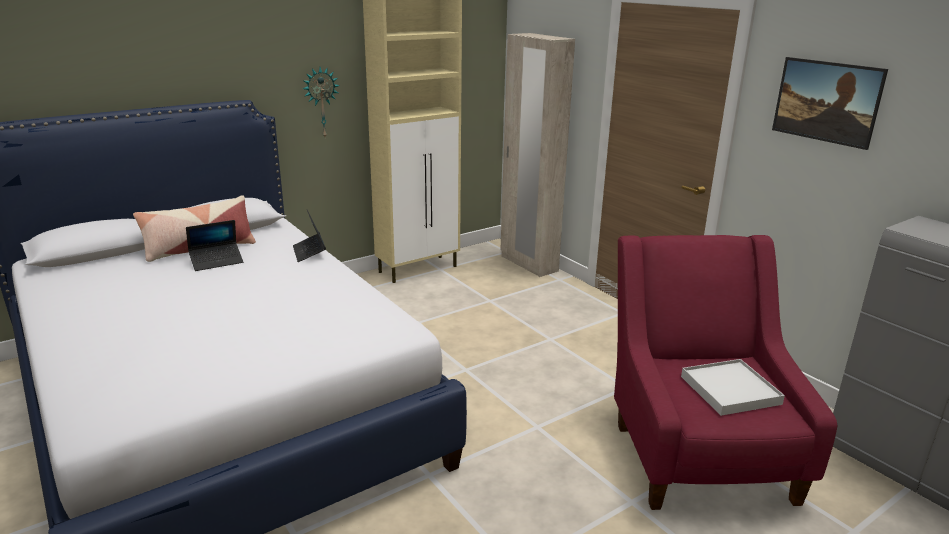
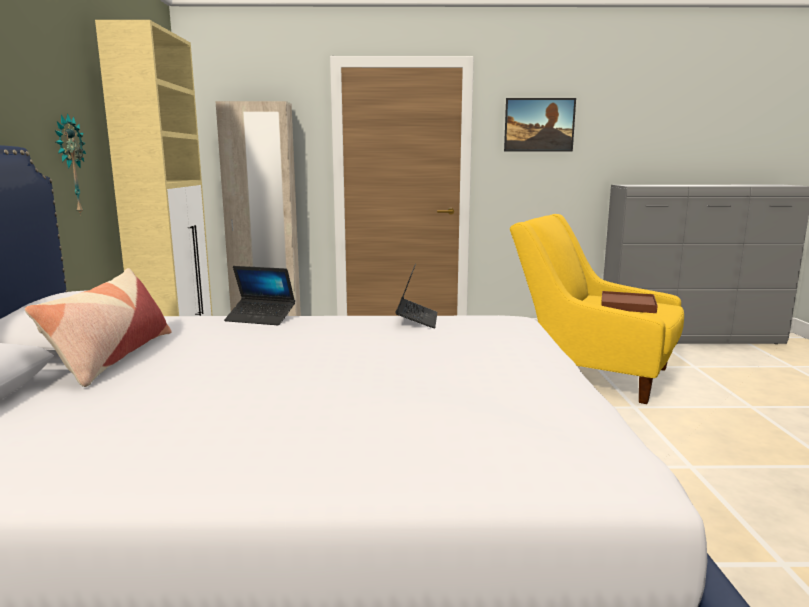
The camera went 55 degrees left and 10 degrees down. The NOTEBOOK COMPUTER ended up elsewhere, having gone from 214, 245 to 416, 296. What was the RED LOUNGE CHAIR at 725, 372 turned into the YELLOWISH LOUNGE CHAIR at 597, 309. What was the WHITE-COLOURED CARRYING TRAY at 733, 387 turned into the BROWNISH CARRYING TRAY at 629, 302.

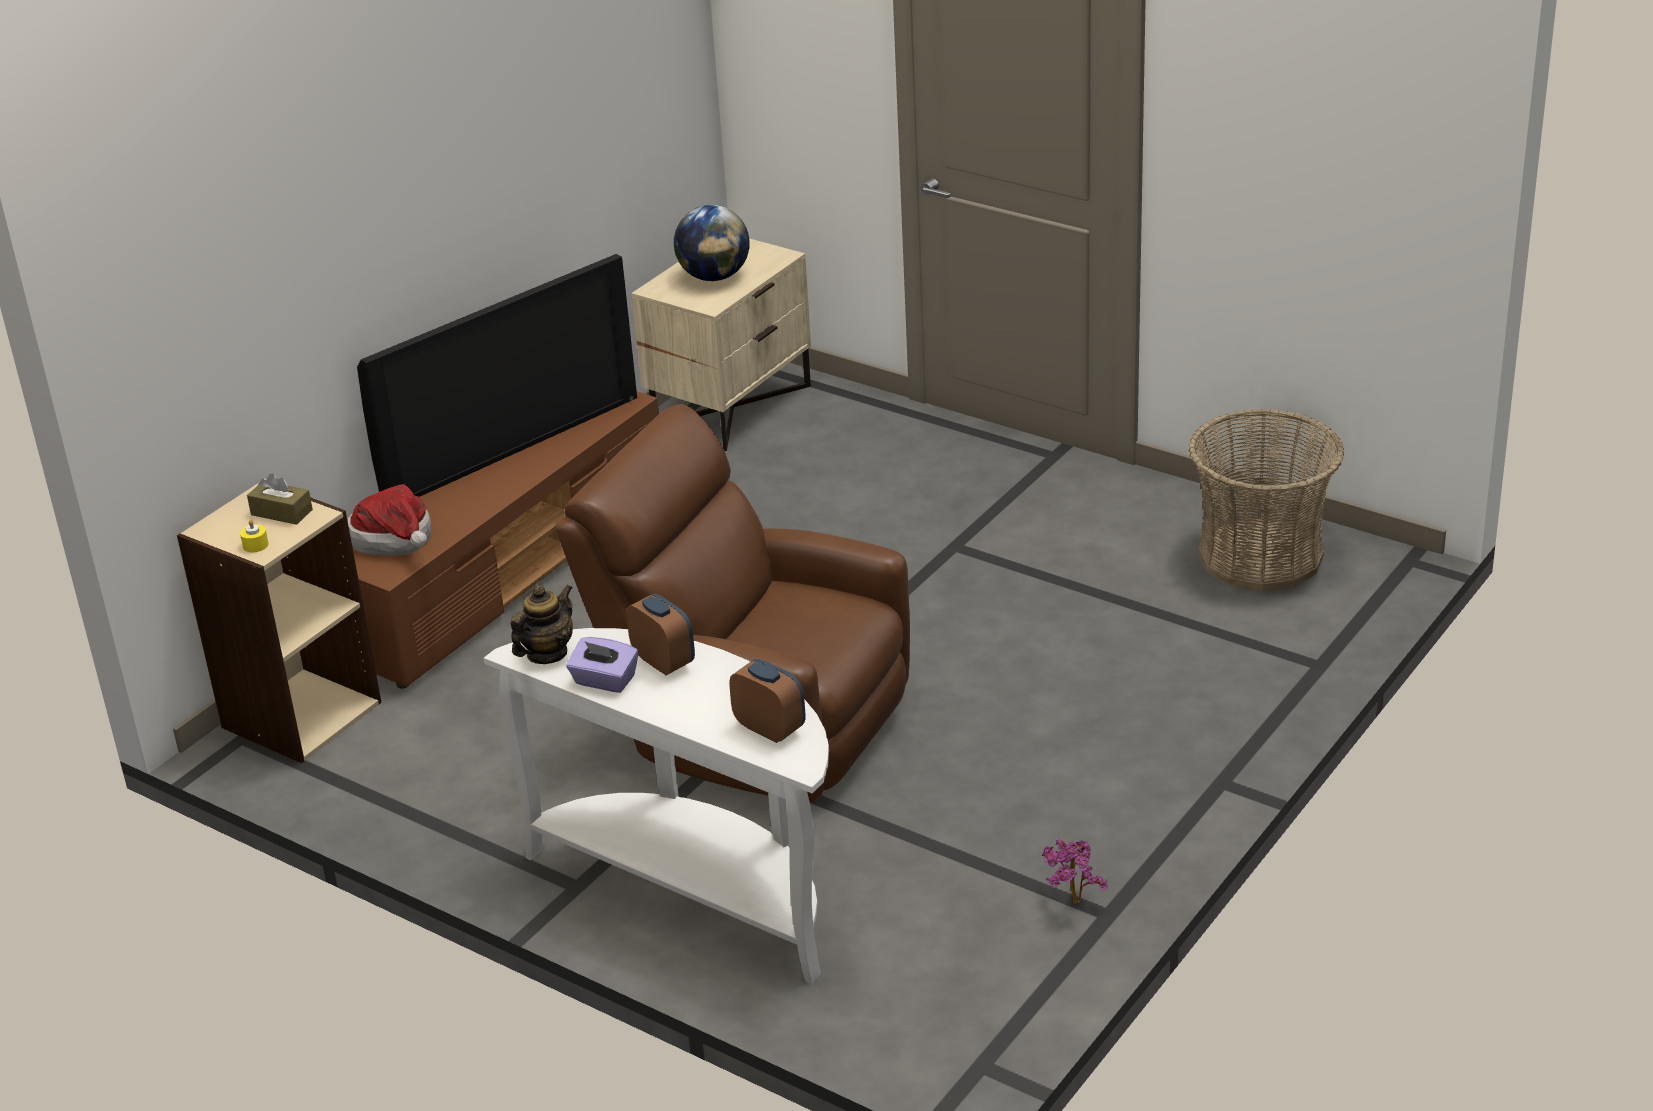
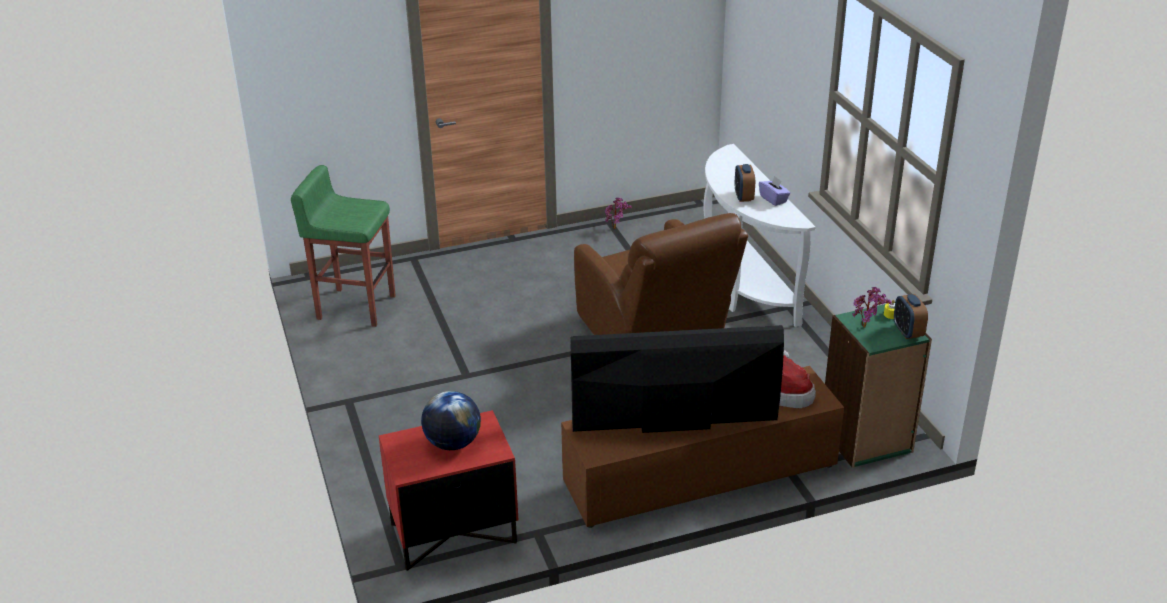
The camera went 145 degrees left and 0 degrees up. Where the STORAGE BASKET stood at 1266, 500, the GREENISH STOOL SEAT came to stand at 343, 246. What was the BEIGE NIGHT TABLE at 721, 344 turned into the RED NIGHT TABLE at 449, 490. What was the BEIGE BOOKCASE at 279, 623 turned into the GREENISH BOOKCASE at 878, 385. Where the BROWNISH BOX OF TISSUES stood at 280, 499, the PLANT IN A POT came to stand at 872, 307. The BEDSIDE CLOCK ended up elsewhere, having gone from 767, 701 to 911, 316. The second view lost the POT FOR TEA at 542, 624.

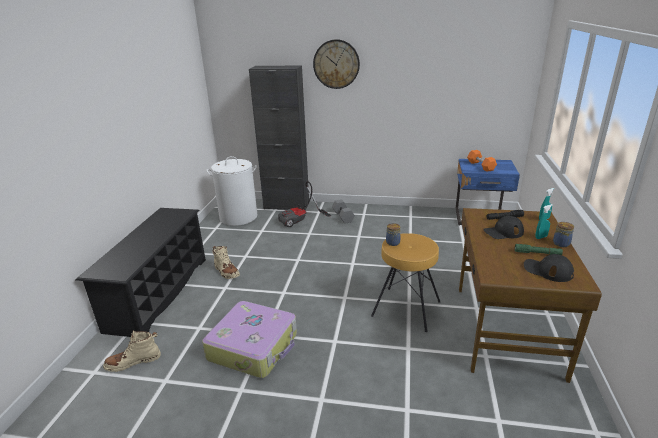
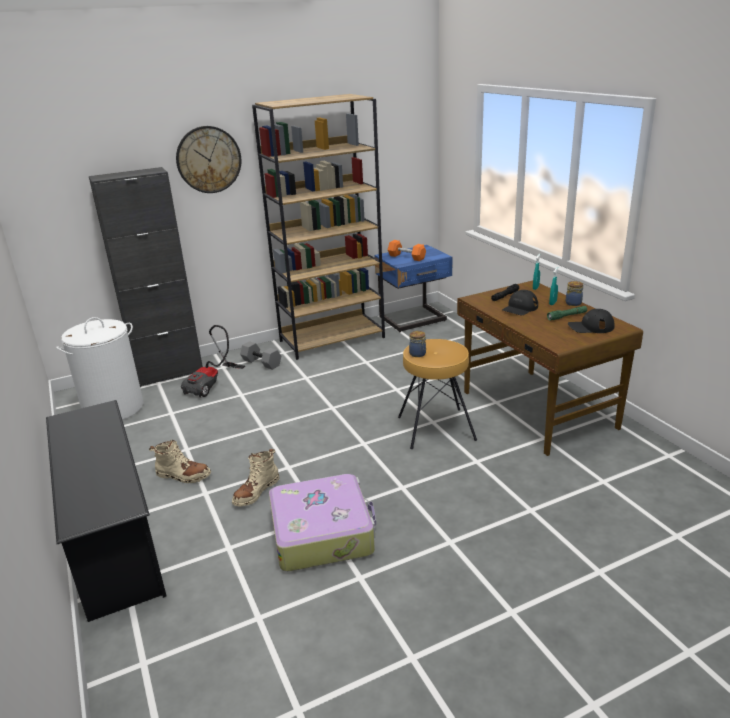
The camera went 35 degrees left and 0 degrees up. The BEIGE HIGH-TOP BOOT ended up elsewhere, having gone from 132, 351 to 255, 478. The second view gained the BROWNISH BOOKCASE at 318, 227.

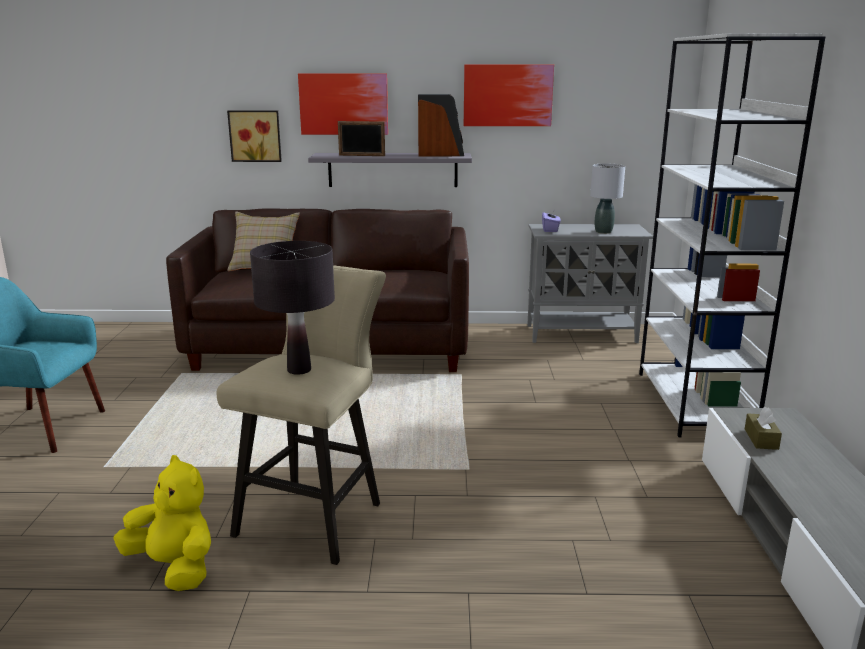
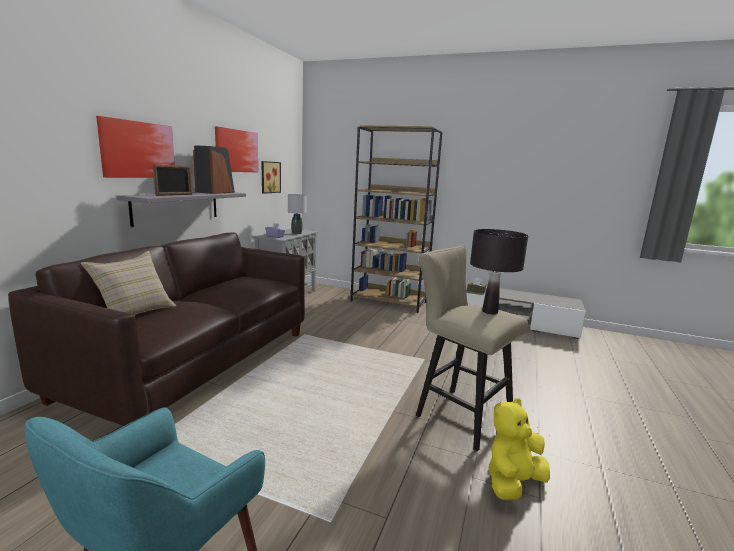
The camera went 70 degrees left and 5 degrees down. The WALL PICTURE ended up elsewhere, having gone from 254, 136 to 271, 177. What was the WHITE-COLOURED BOOKCASE at 732, 235 turned into the BROWNISH BOOKCASE at 397, 219.

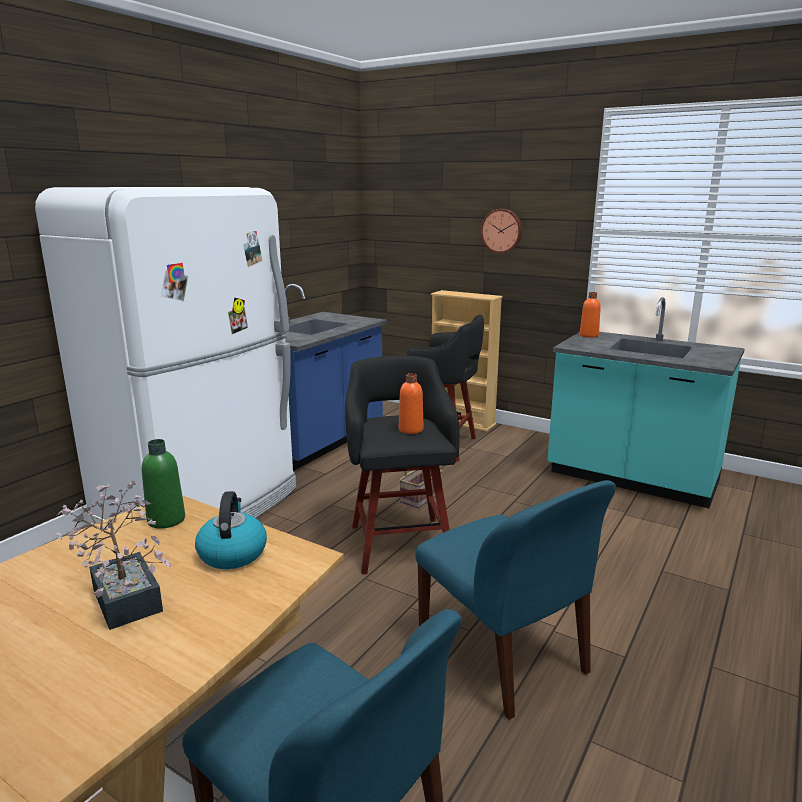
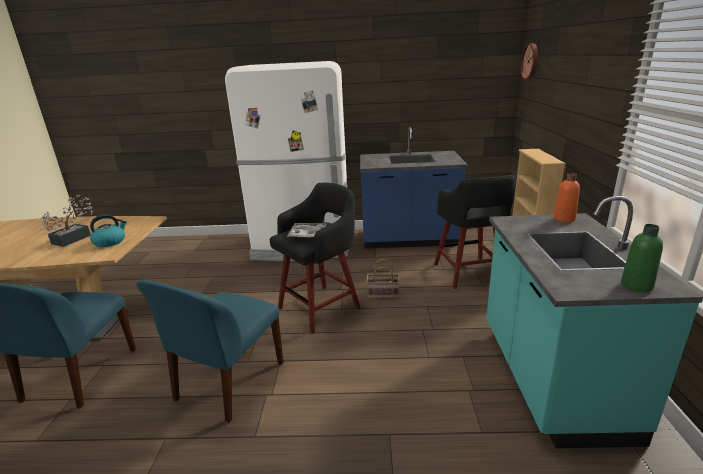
The camera went 60 degrees right and 5 degrees up. Where the ORANGEY DRINK BOTTLE stood at 411, 403, the CARRYING TRAY came to stand at 307, 230. The HANGING CLOCK ended up elsewhere, having gone from 501, 231 to 529, 61. The GREENISH DRINK BOTTLE ended up elsewhere, having gone from 163, 483 to 642, 258.

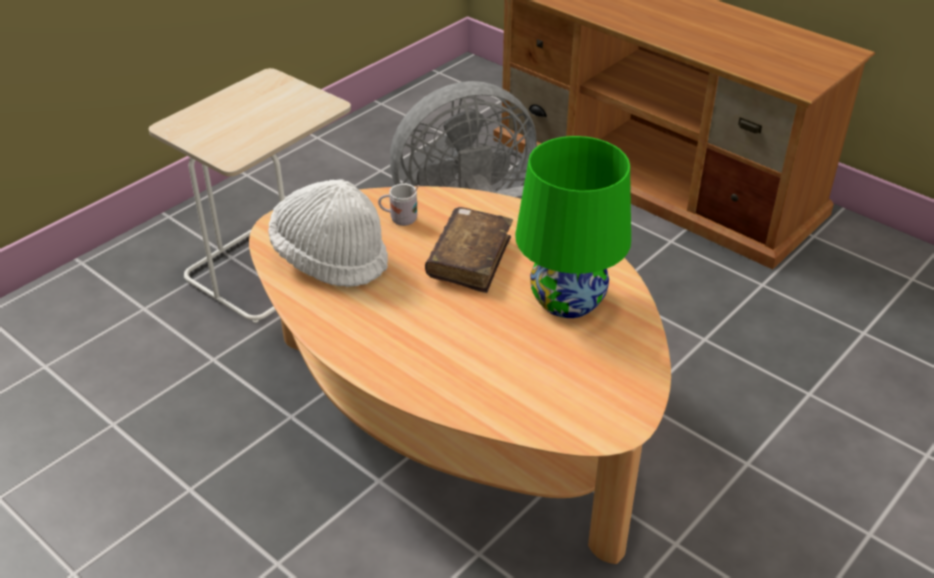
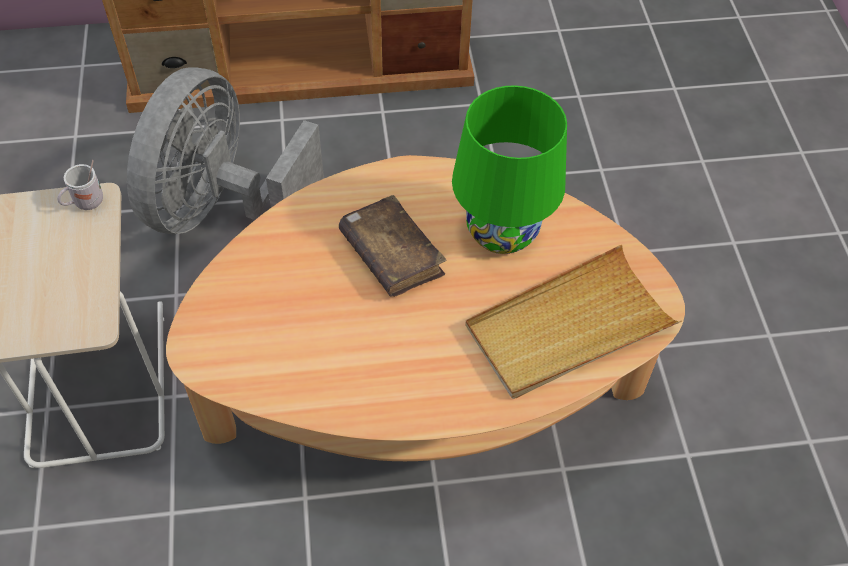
The camera went 50 degrees left and 15 degrees up. The WHITE-COLOURED COFFEE MUG ended up elsewhere, having gone from 398, 205 to 80, 185. The second view gained the BEIGE CARRYING TRAY at 573, 322. The second view lost the WHITE-COLOURED HAT at 328, 233.

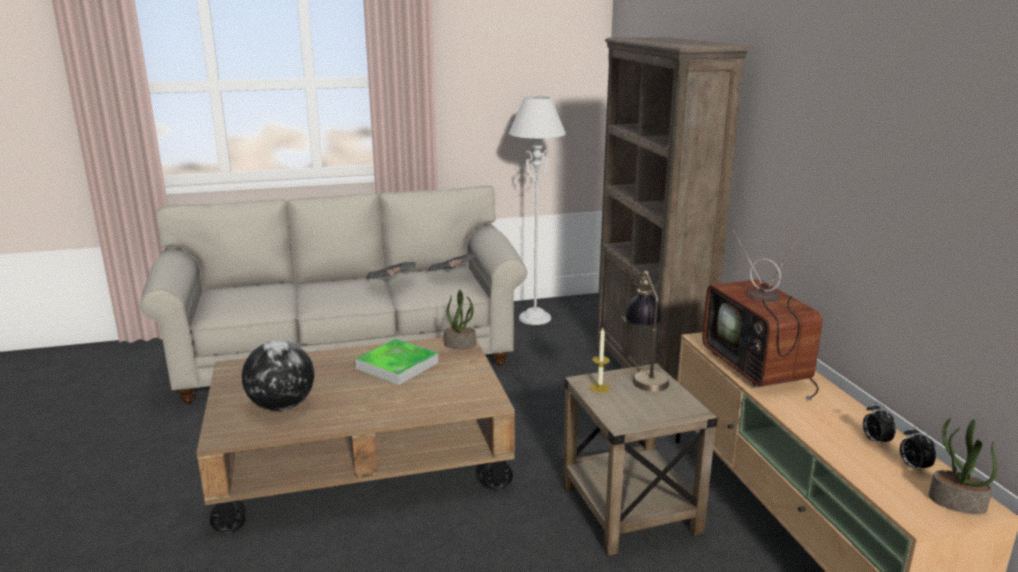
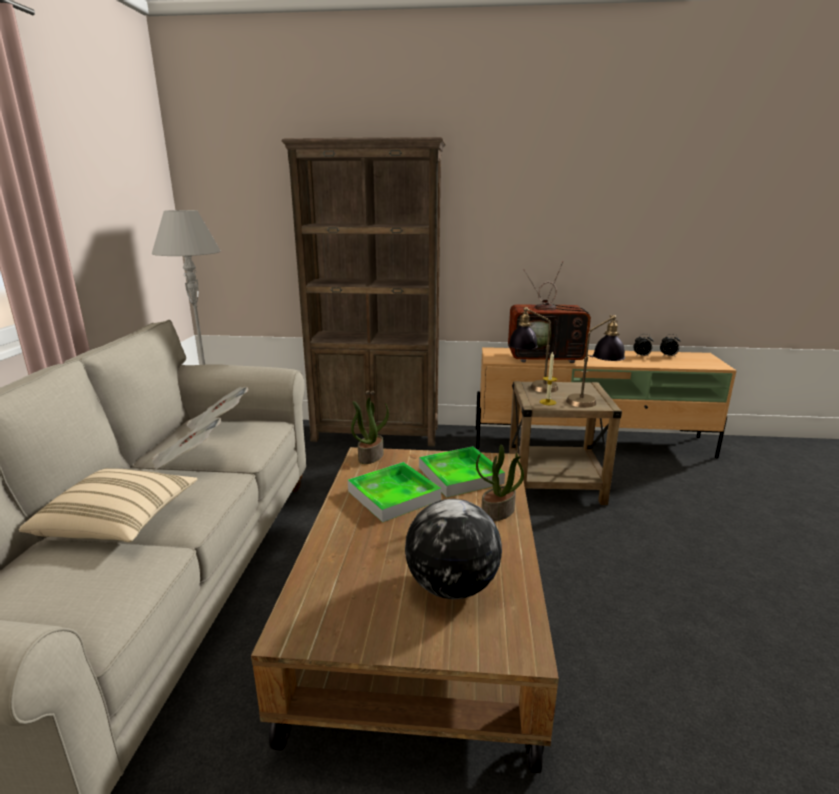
The camera went 70 degrees left and 0 degrees up. The second view gained the BEIGE CUSHION at 108, 505. The second view gained the CARRYING TRAY at 462, 472. The PLANT IN A POT ended up elsewhere, having gone from 962, 466 to 500, 482. The second view gained the TABLETOP LAMP at 595, 361.

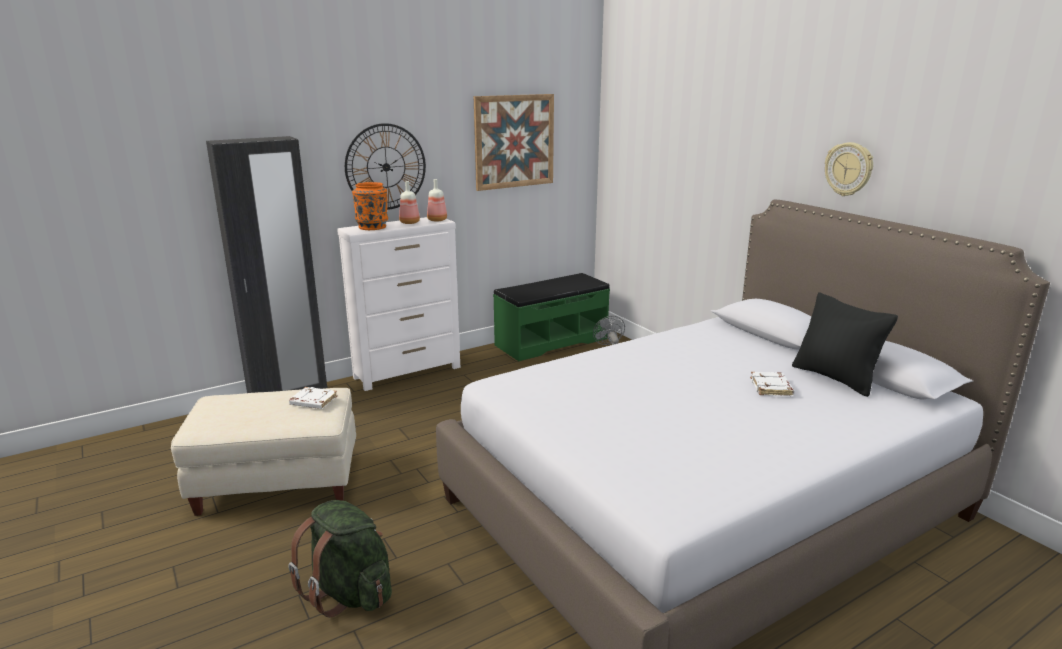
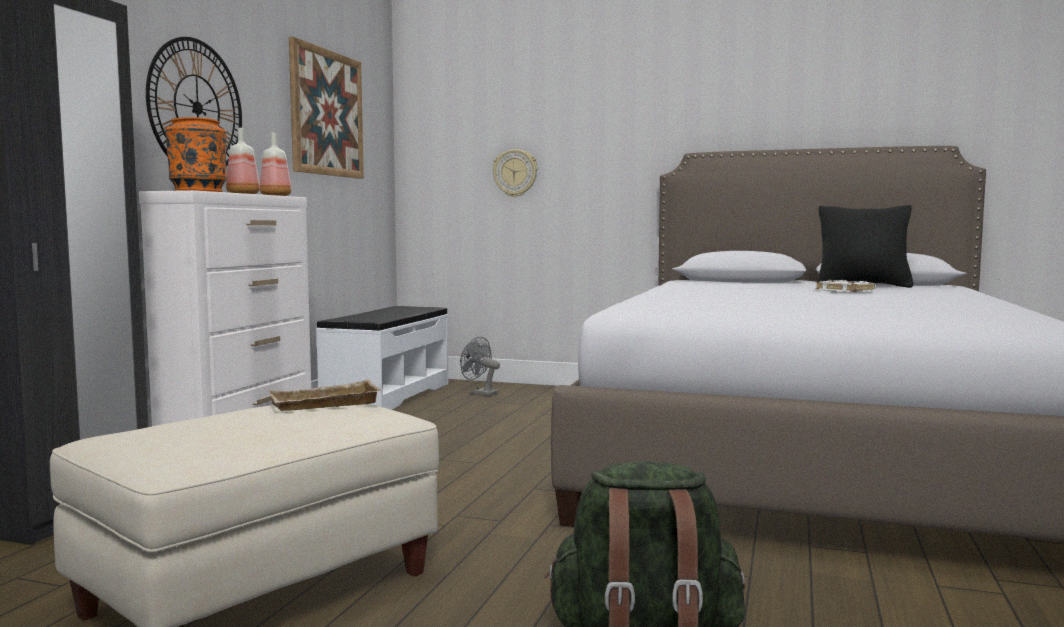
The camera went 40 degrees left and 15 degrees down. Where the WHITE-COLOURED BOOK stood at 313, 398, the BEIGE CARRYING TRAY came to stand at 324, 395. What was the GREENISH LONG SEAT at 551, 317 turned into the WHITE-COLOURED LONG SEAT at 382, 358. The HANGING CLOCK ended up elsewhere, having gone from 849, 169 to 515, 173.

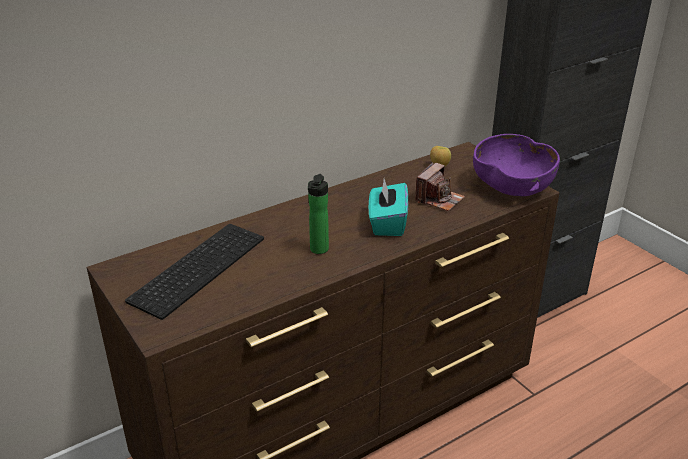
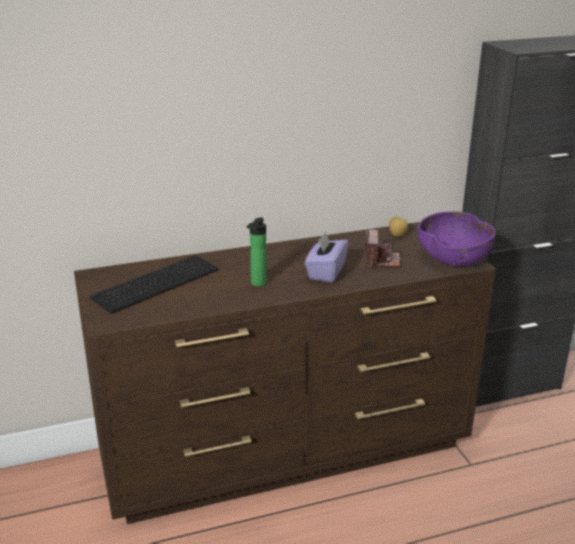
The camera went 15 degrees right and 5 degrees down. What was the BLUE-GREEN BOX OF TISSUES at 388, 207 turned into the PURPLE-COLOURED BOX OF TISSUES at 327, 257. The STILL CAMERA at 440, 186 ended up facing another way, 45 degrees counterclockwise from before.

